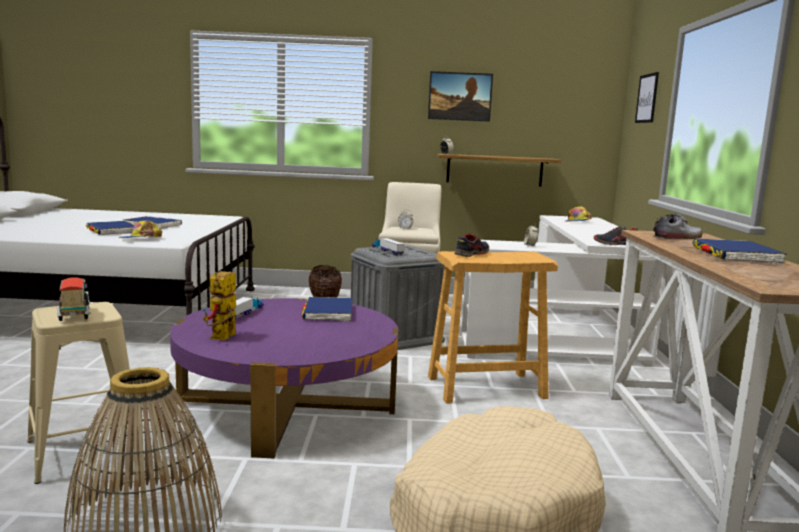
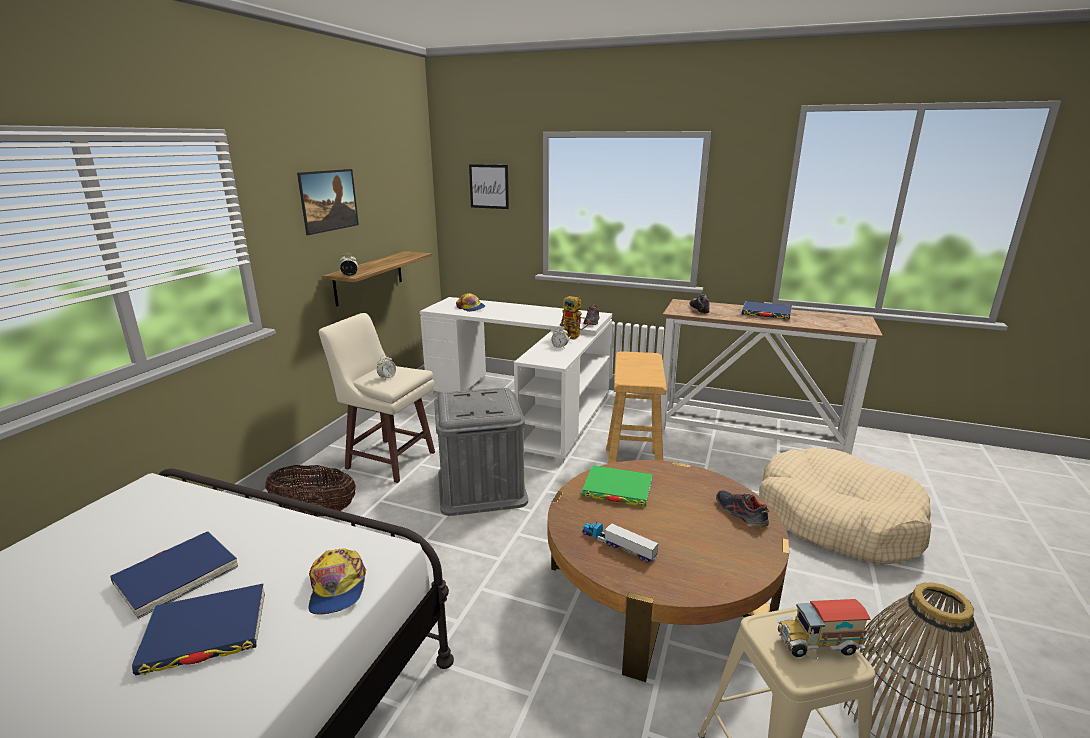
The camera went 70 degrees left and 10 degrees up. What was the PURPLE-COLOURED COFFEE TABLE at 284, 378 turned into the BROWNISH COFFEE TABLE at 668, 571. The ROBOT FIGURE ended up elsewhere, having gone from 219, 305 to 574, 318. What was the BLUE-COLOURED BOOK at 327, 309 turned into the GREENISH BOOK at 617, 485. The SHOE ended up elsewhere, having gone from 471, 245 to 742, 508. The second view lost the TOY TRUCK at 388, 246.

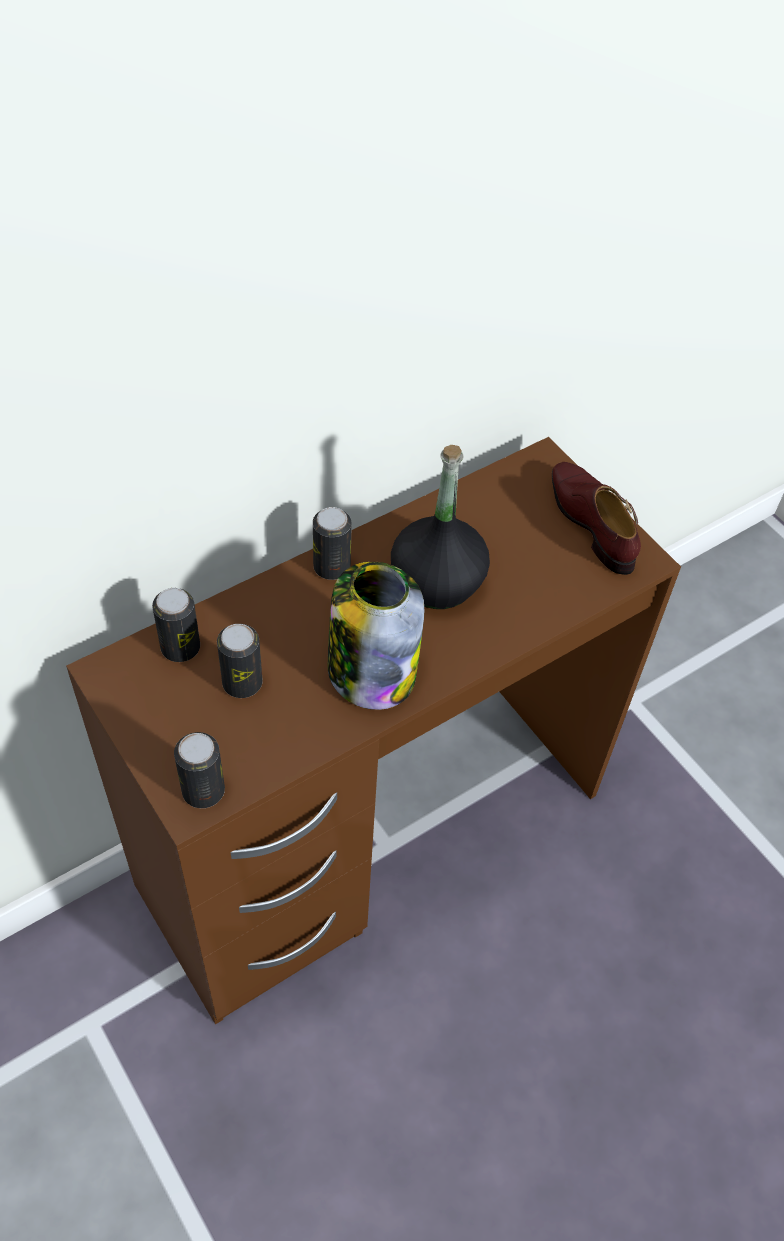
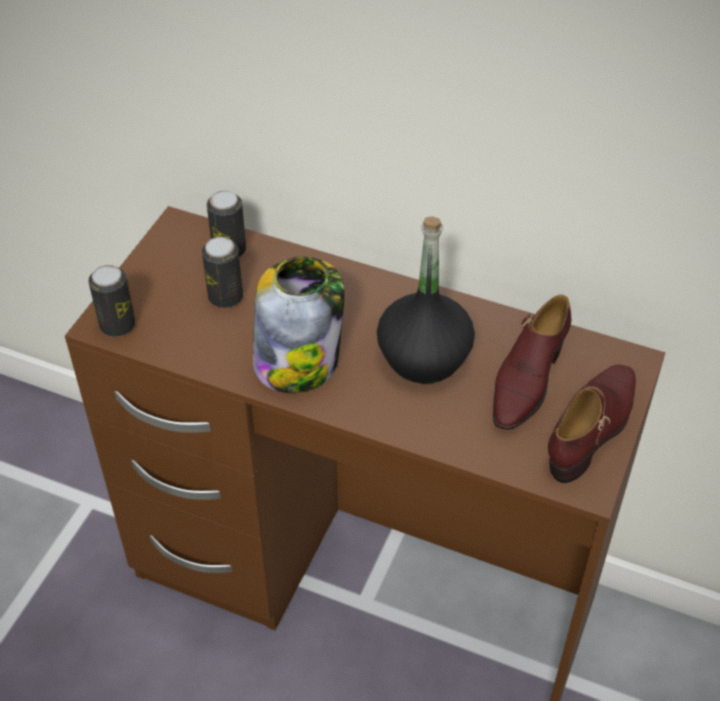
The camera went 60 degrees right and 5 degrees down. The second view gained the BROWNISH SHOE at 532, 362. The second view lost the SEALED CAN at 332, 543.

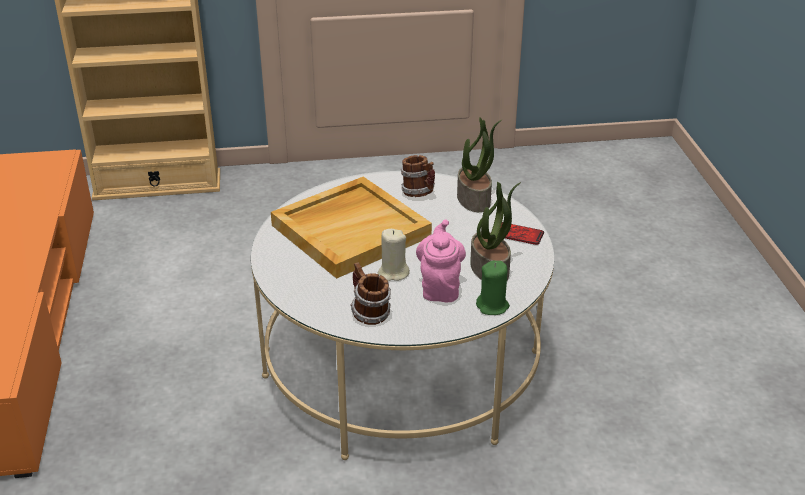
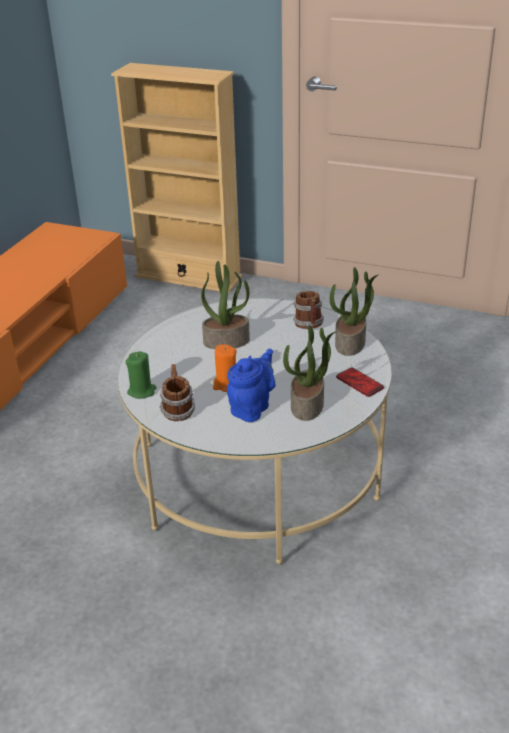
The camera went 30 degrees right and 0 degrees up. The GREENISH CANDLE ended up elsewhere, having gone from 493, 288 to 141, 374. Where the BEIGE CARRYING TRAY stood at 351, 227, the PLANT IN A POT came to stand at 225, 305. What was the BEIGE CANDLE at 394, 255 turned into the ORANGEY CANDLE at 225, 368. What was the PINKISH POT FOR TEA at 441, 260 turned into the BLUE-COLOURED POT FOR TEA at 251, 385.

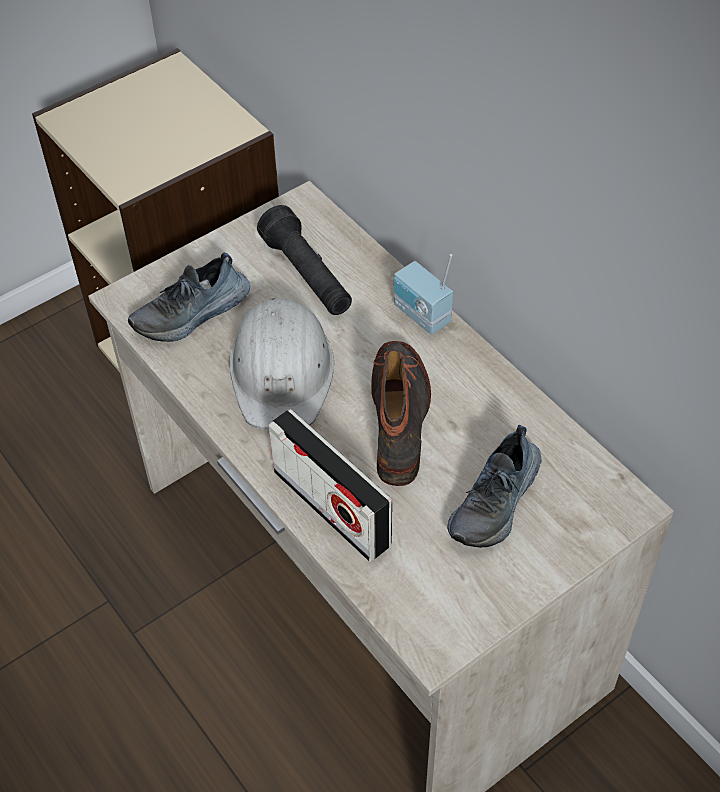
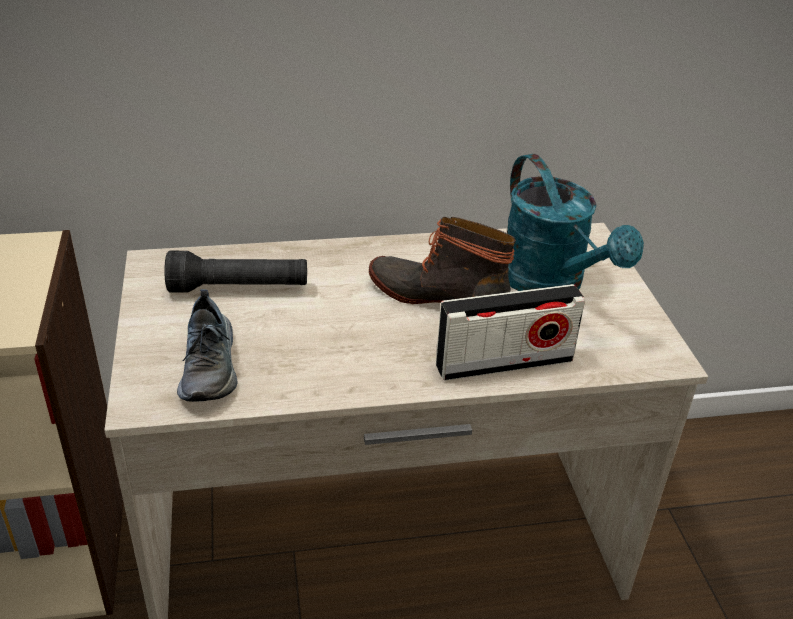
The camera went 65 degrees left and 15 degrees down. Where the SHOE stood at 494, 486, the BLUE-GREEN WATERING POT came to stand at 575, 222. The second view lost the WHITE-COLOURED HARD HAT at 281, 363. The second view lost the RADIO RECEIVER at 423, 294.

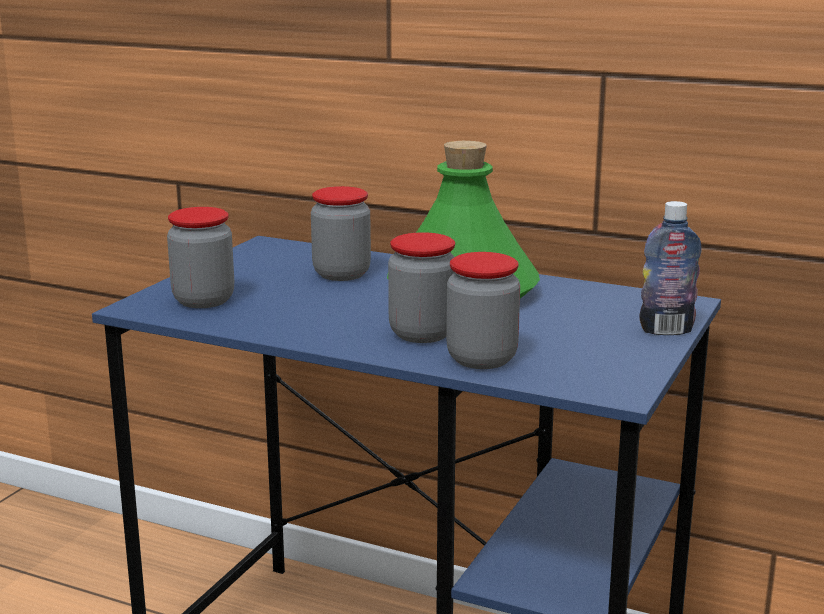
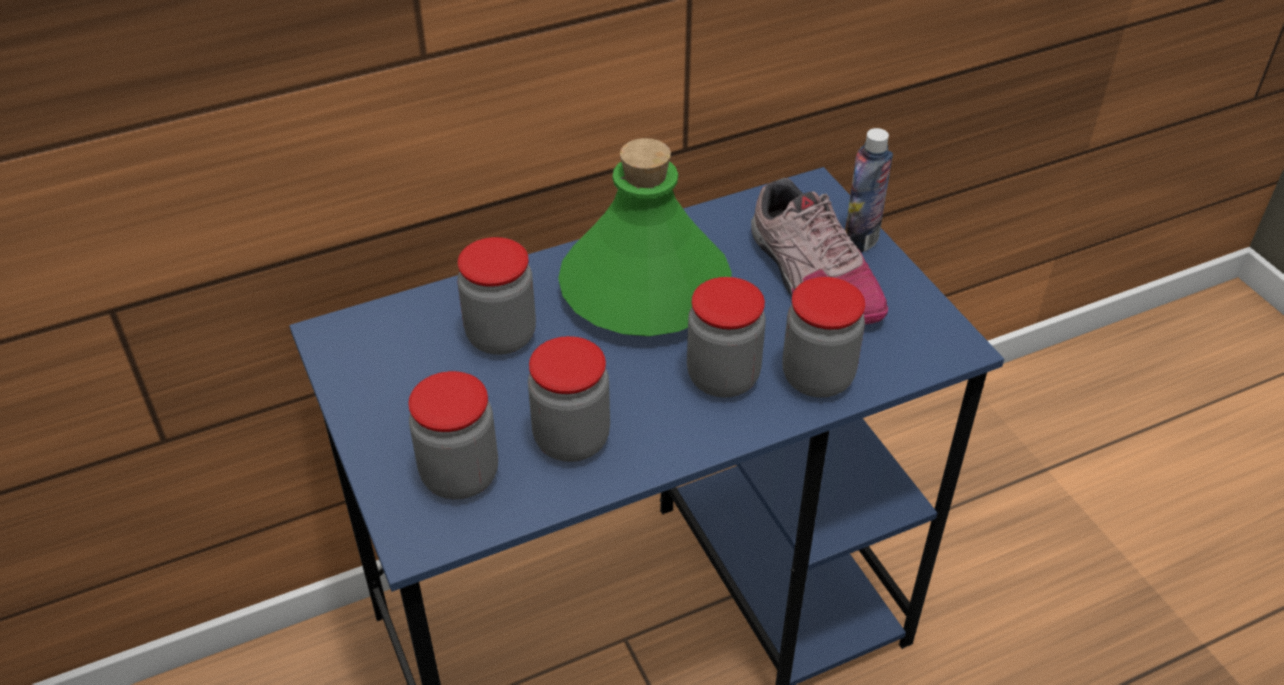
The camera went 50 degrees left and 25 degrees up. The second view gained the JAR at 569, 399. The second view gained the SHOE at 819, 251.

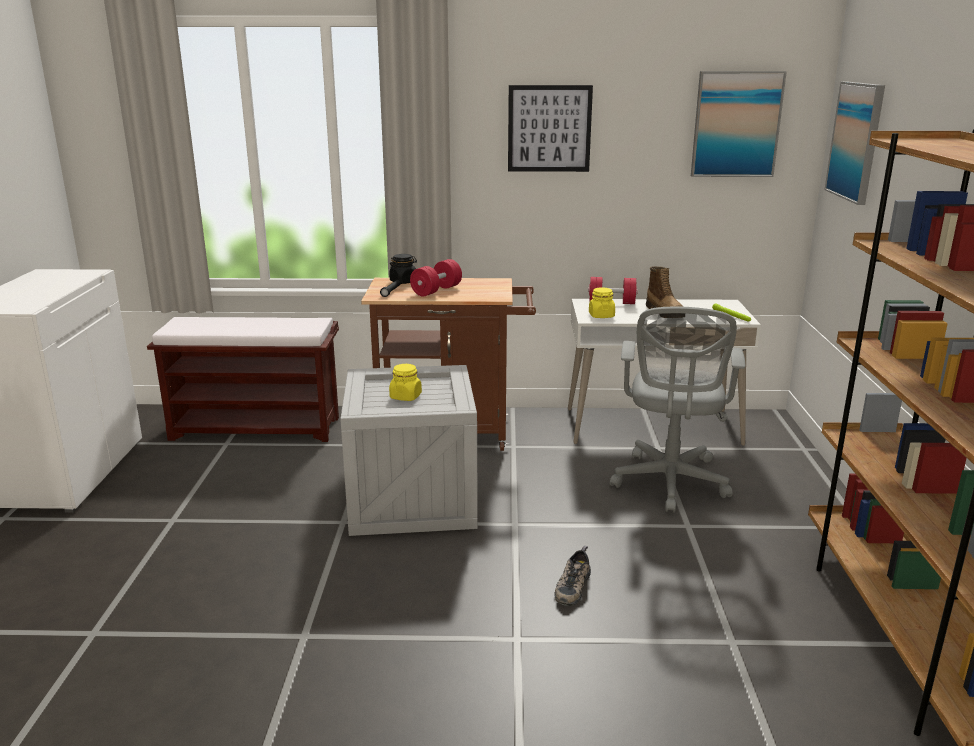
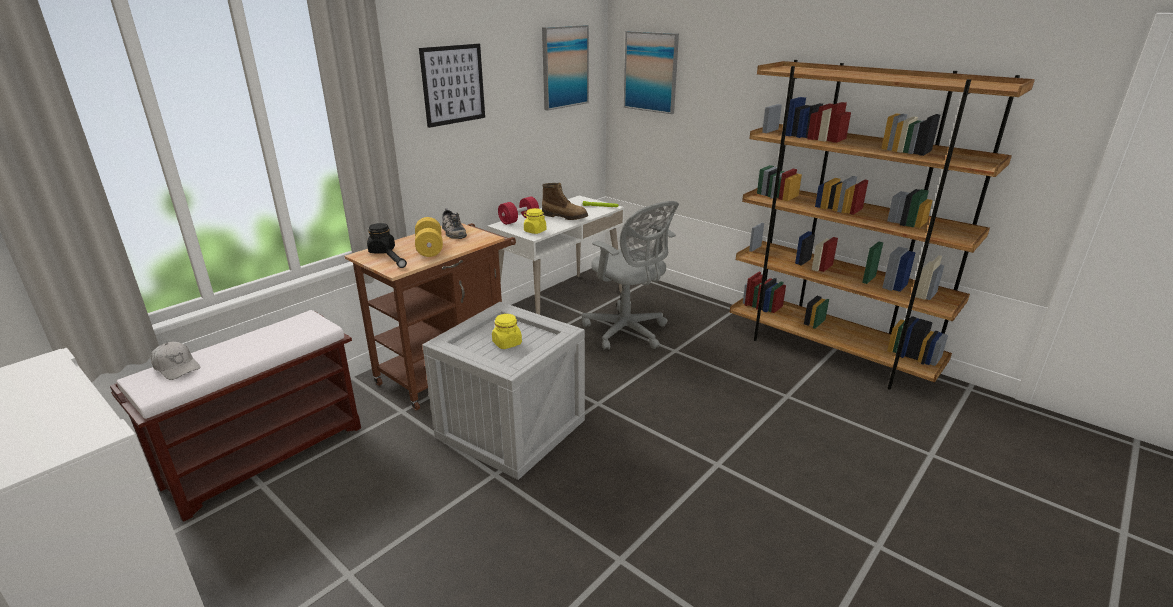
The camera went 50 degrees left and 5 degrees up. The second view gained the WHITE-COLOURED CAP at 176, 361. What was the RED DUMBBELL at 436, 277 turned into the YELLOWISH DUMBBELL at 429, 237. The SHOE ended up elsewhere, having gone from 572, 576 to 454, 223.

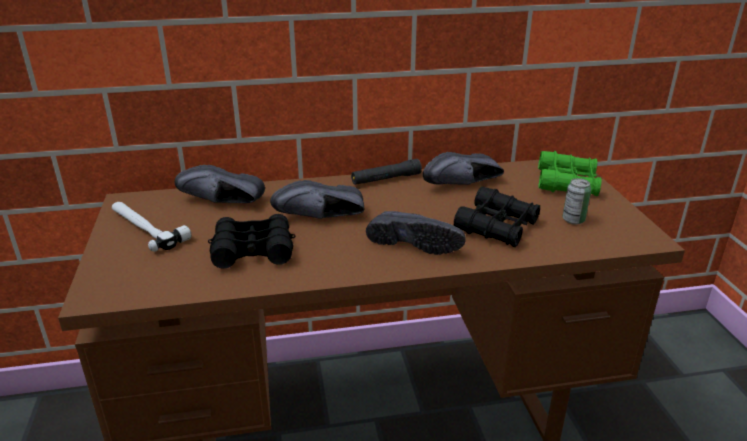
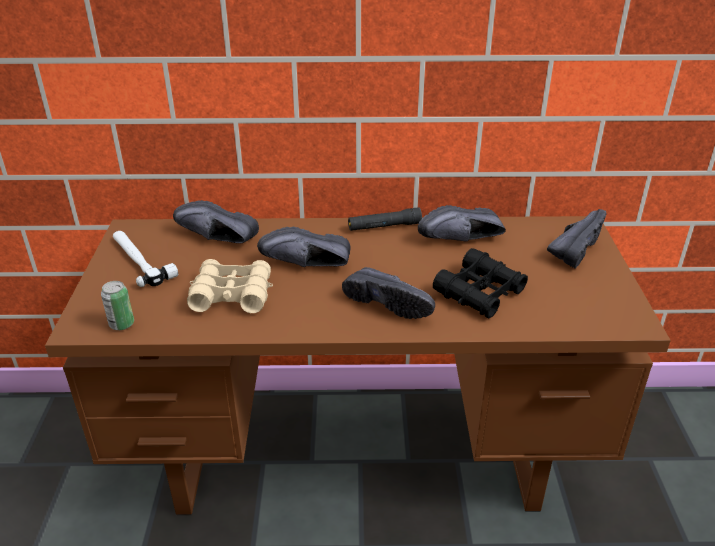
The camera went 10 degrees right and 5 degrees up. The SEALED CAN ended up elsewhere, having gone from 576, 201 to 117, 305. What was the BLACKISH FIELD GLASSES at 251, 241 turned into the BEIGE FIELD GLASSES at 230, 286. Where the GREENISH FIELD GLASSES stood at 570, 173, the BLACKISH SHOE came to stand at 577, 238.

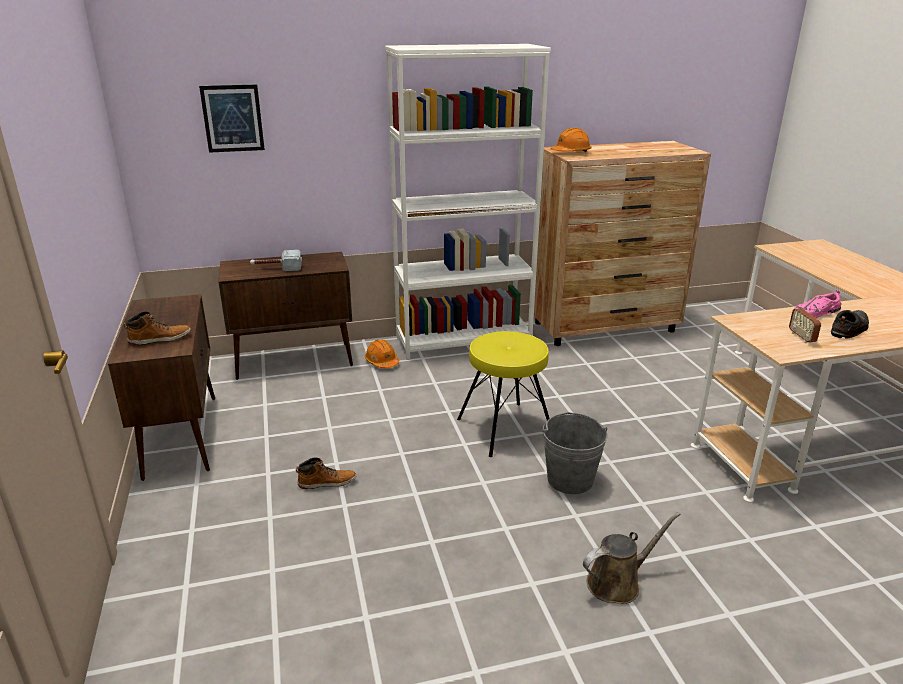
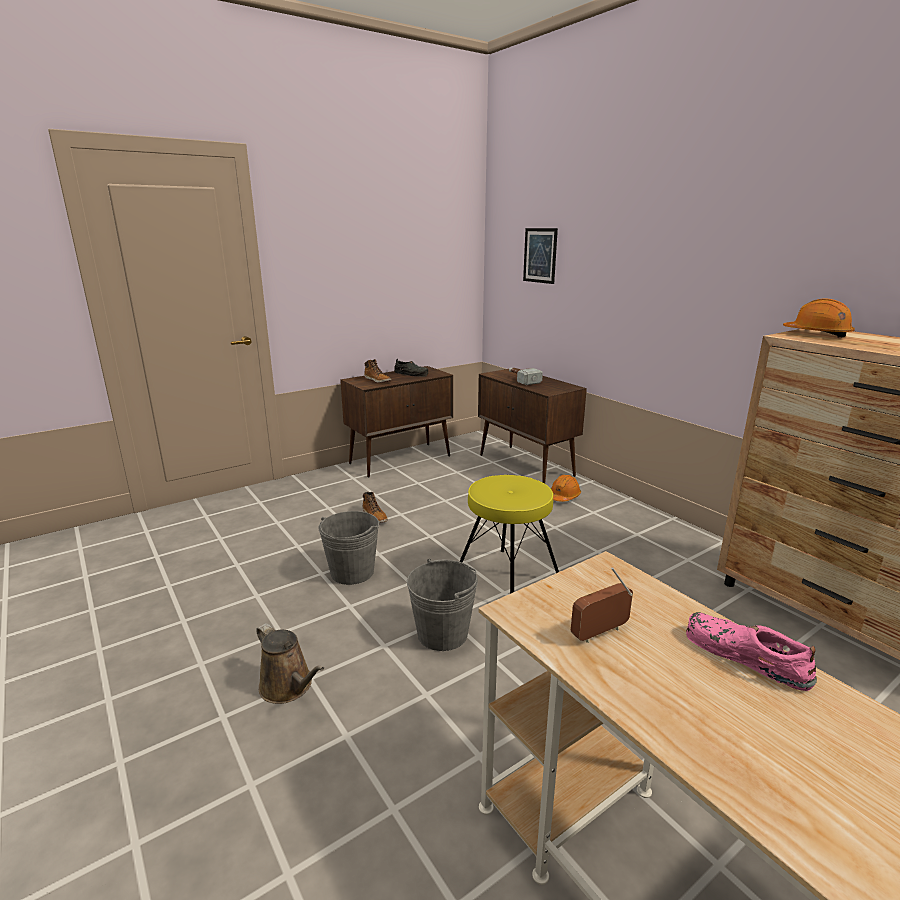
The camera went 70 degrees right and 5 degrees down. The second view gained the GREYISH PAIL at 348, 548. The BLACKISH SHOE ended up elsewhere, having gone from 850, 324 to 411, 368. The second view lost the WHITE-COLOURED BOOKCASE at 468, 202.

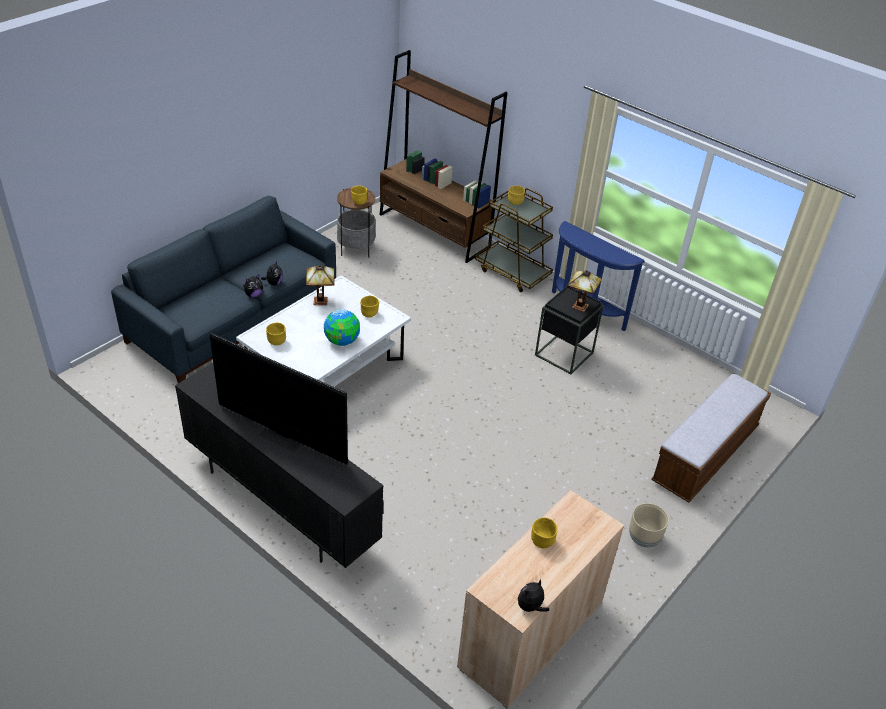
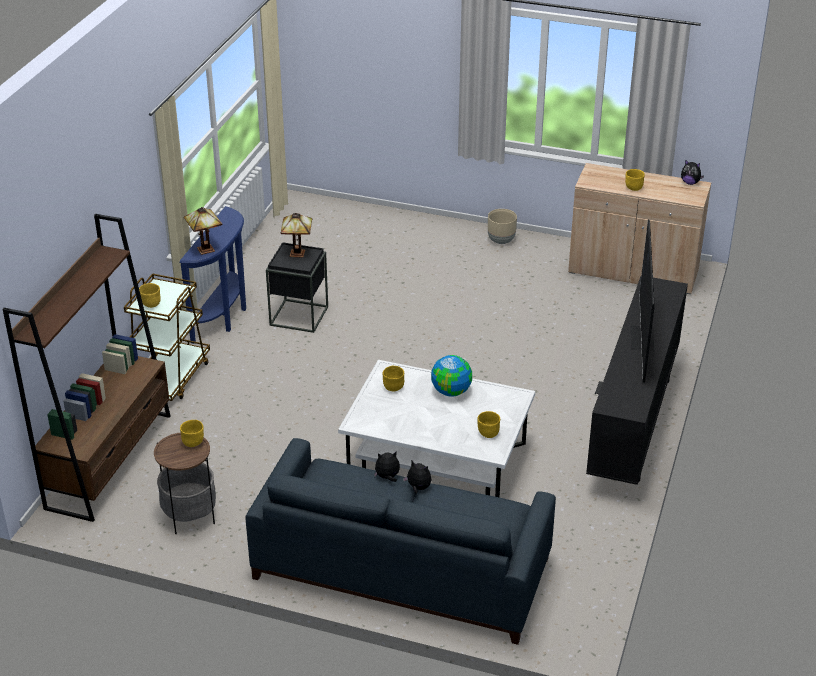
The camera went 110 degrees left and 5 degrees down. The TABLETOP LAMP ended up elsewhere, having gone from 320, 285 to 203, 231. The second view lost the LONG SEAT at 711, 438.

